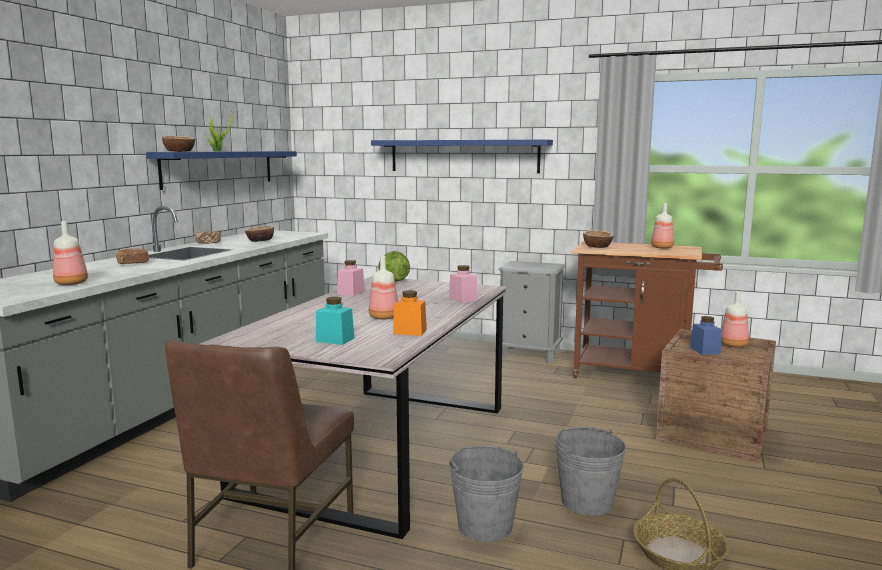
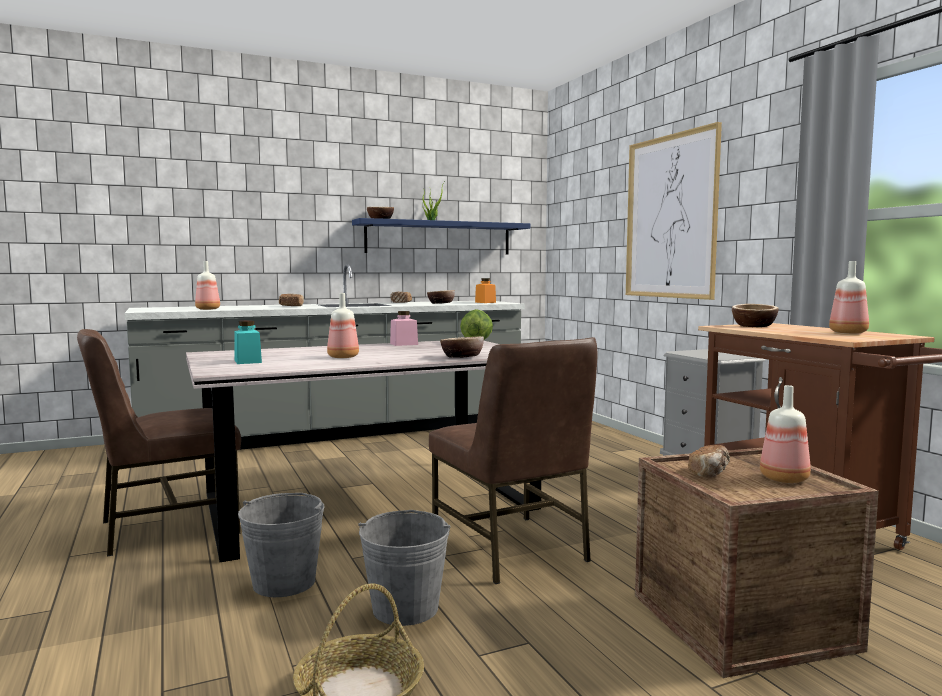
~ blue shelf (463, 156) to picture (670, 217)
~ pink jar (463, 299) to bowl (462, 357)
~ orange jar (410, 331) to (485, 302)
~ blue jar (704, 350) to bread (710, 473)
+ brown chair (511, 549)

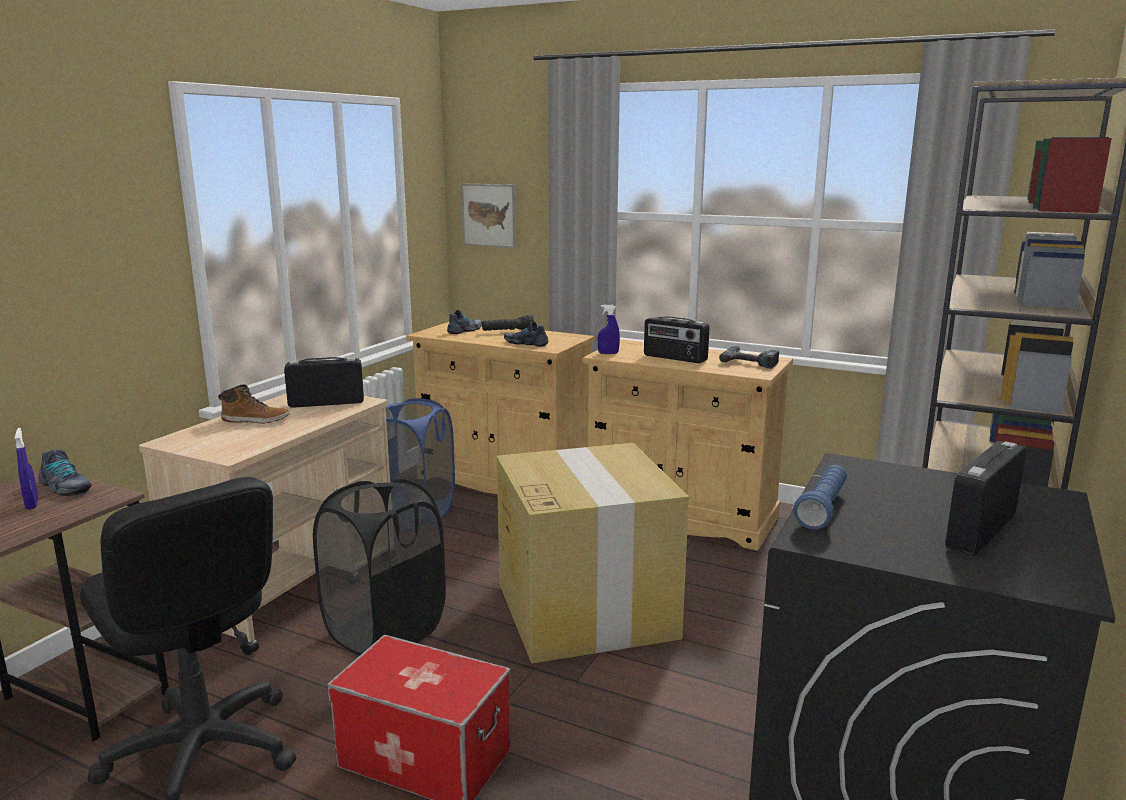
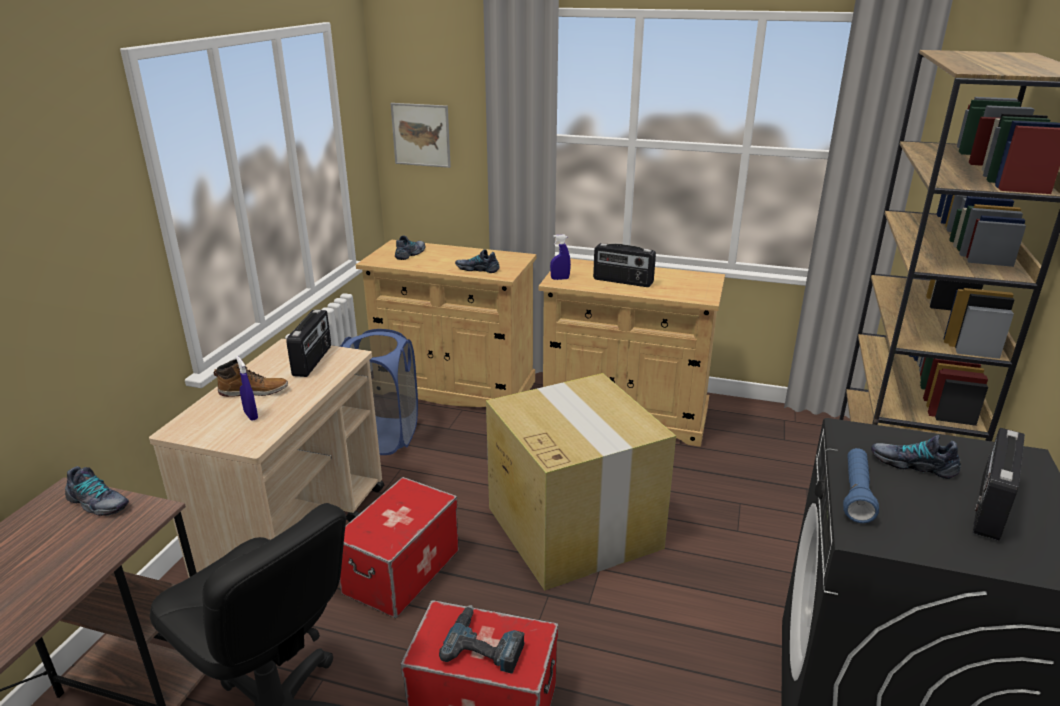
- black flashlight (508, 332)
~ power drill (750, 361) to (485, 645)
~ radio (326, 403) = (313, 361) 120 degrees clockwise
~ blue spray bottle (32, 504) to (251, 415)
~ black laundry basket (385, 630) to storage box (401, 571)
+ shoe (912, 464)

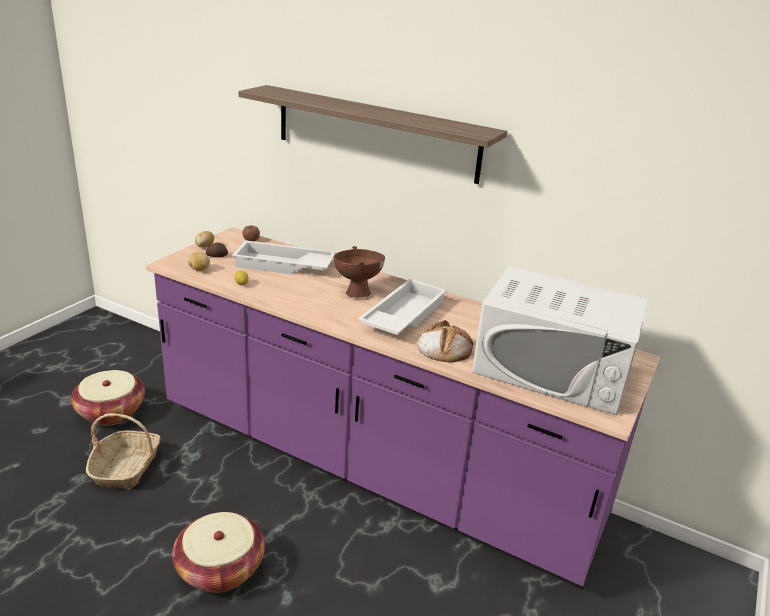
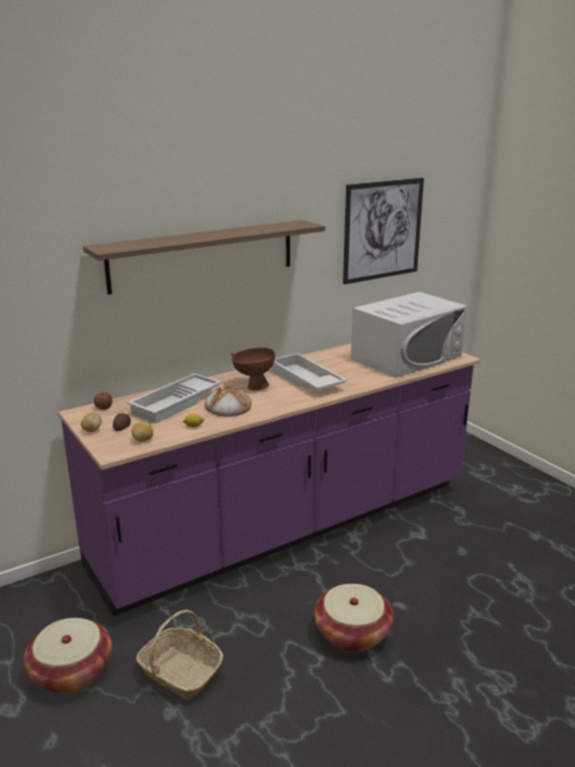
~ bread (444, 347) to (227, 407)
+ picture (383, 230)

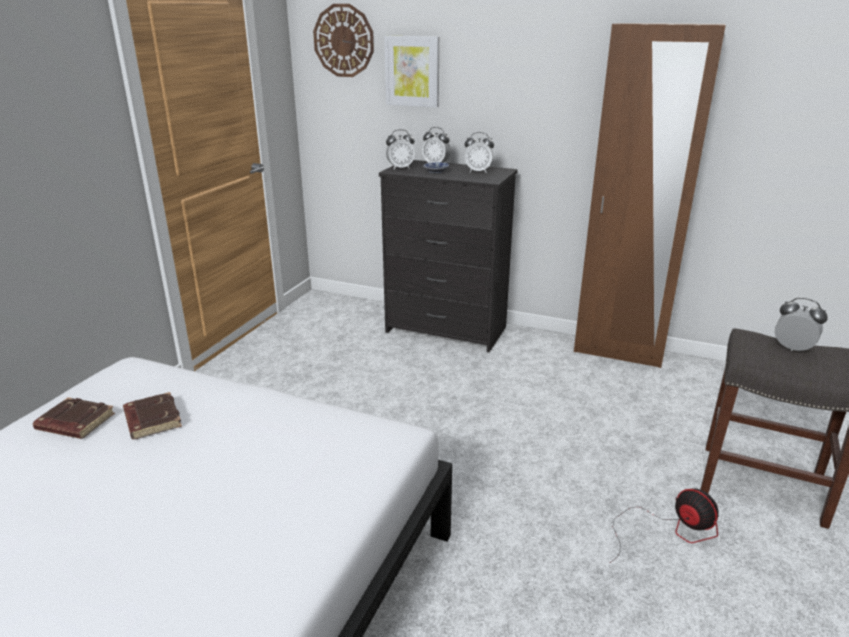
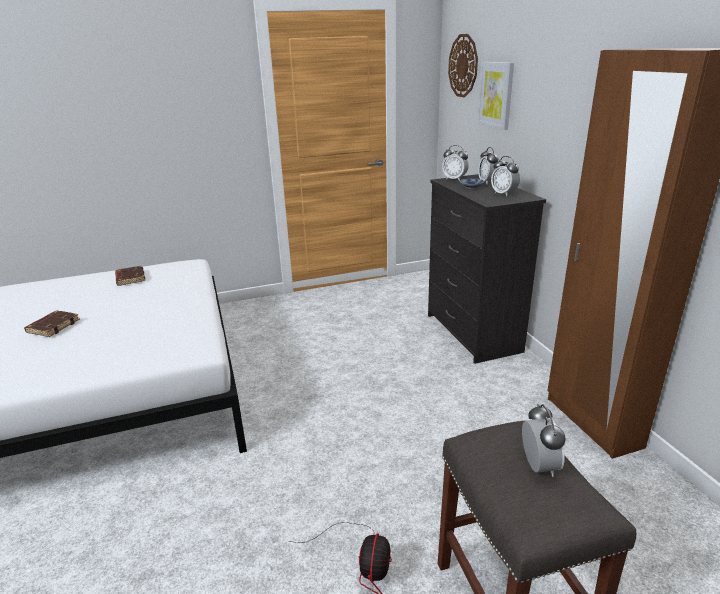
~ brown book (152, 420) to (53, 326)

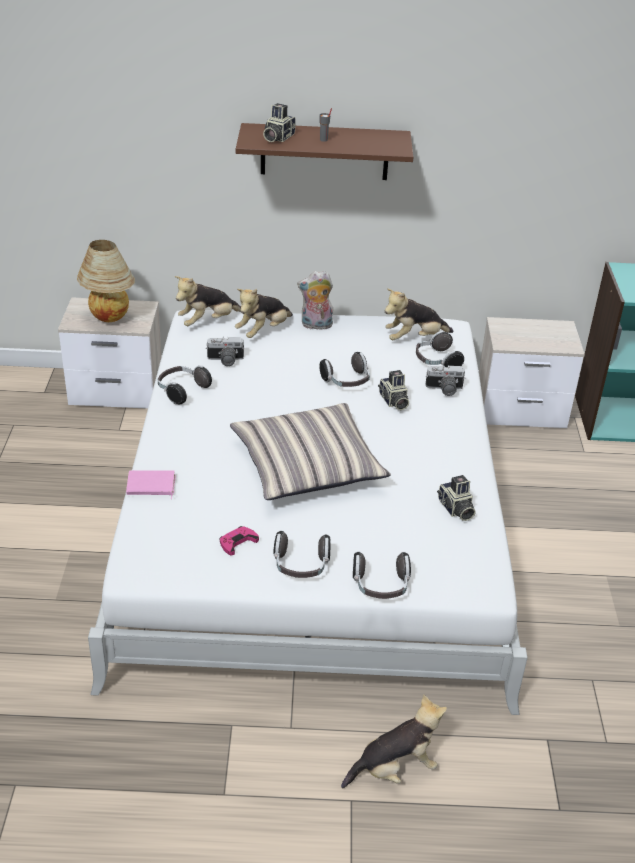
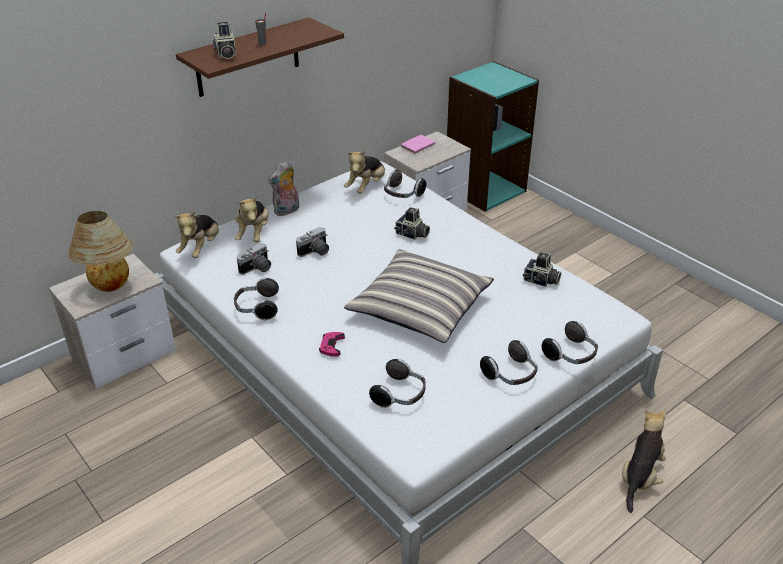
~ headphones (346, 382) to (400, 395)
~ photo camera (444, 390) to (315, 252)
~ pink book (151, 486) to (418, 146)
~ pink game controller (237, 542) to (331, 346)

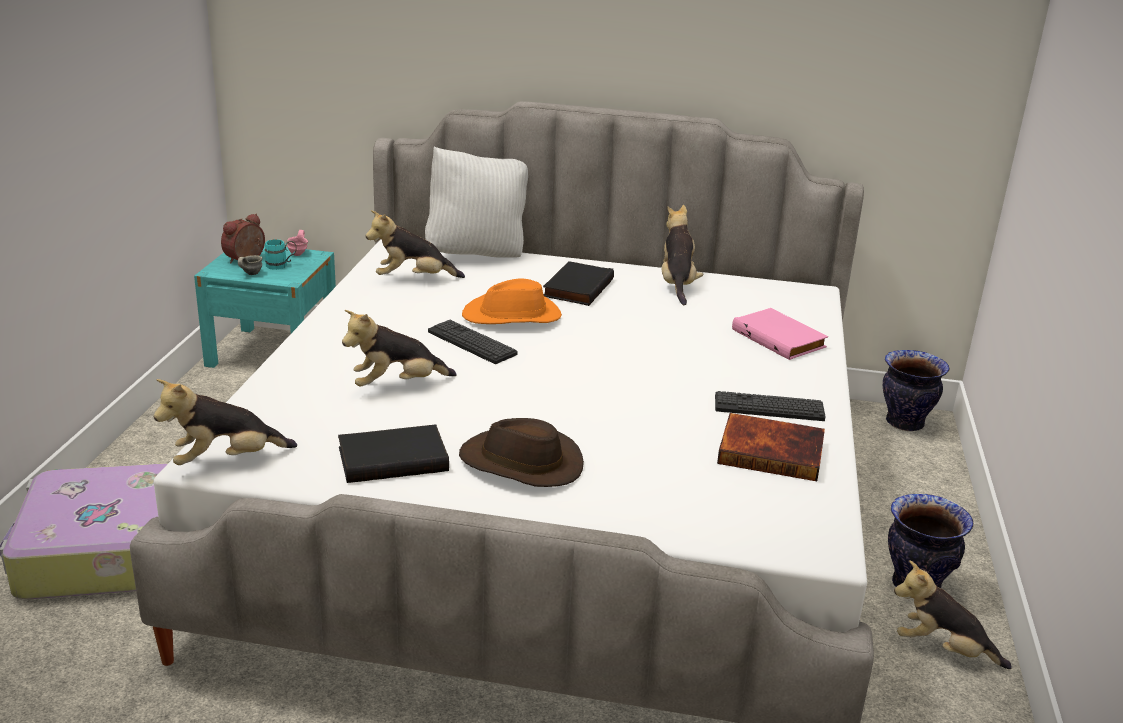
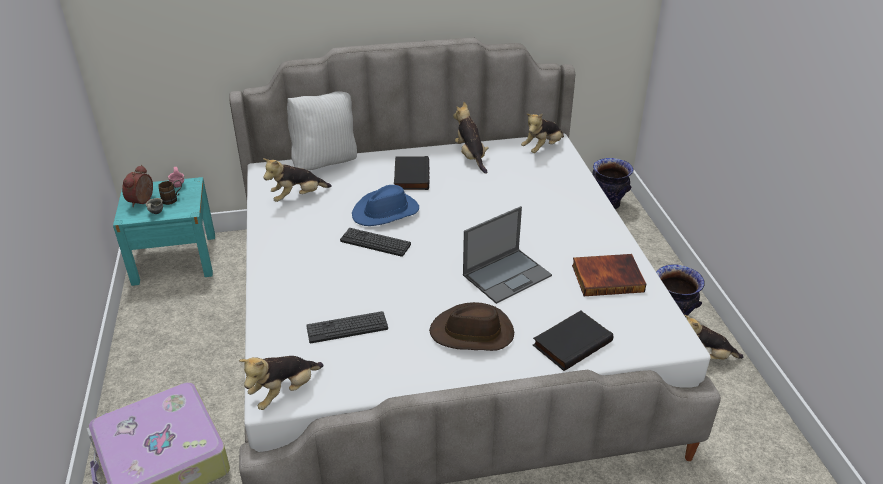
~ turquoise mug (281, 265) to brown mug (173, 199)
~ orange hat (512, 316) to blue hat (386, 212)
- pink book (780, 338)
~ plush toy (397, 385) to (542, 148)
~ keyboard (769, 408) to (347, 328)
~ black book (393, 458) to (571, 342)
+ laptop (507, 275)

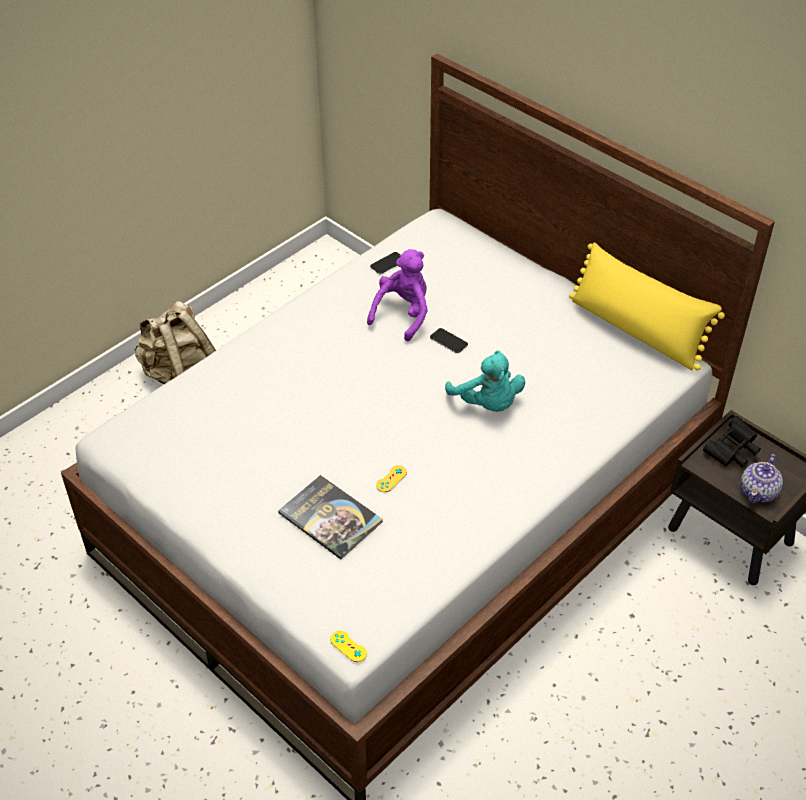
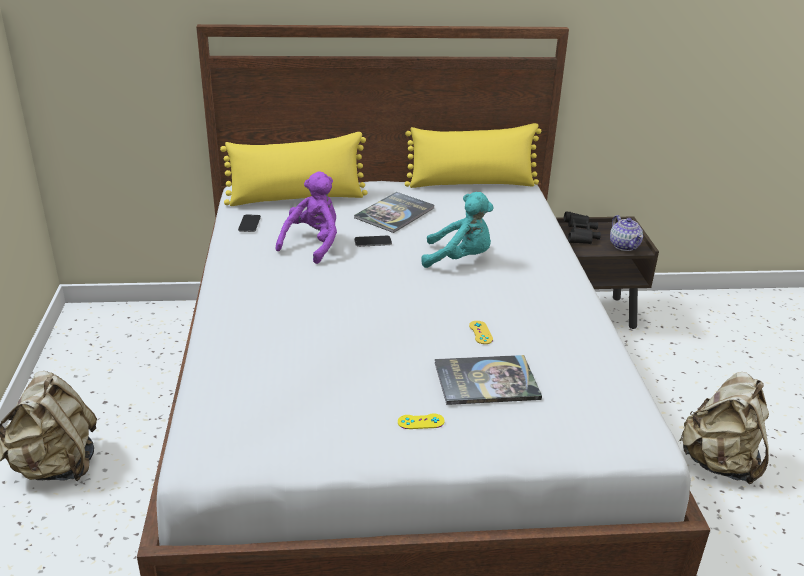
~ purple plush toy (403, 314) = (313, 244) 45 degrees clockwise
~ yellow game controller (348, 646) to (421, 422)
+ yellow pillow (297, 198)
+ book (395, 213)
+ beige backpack (719, 463)

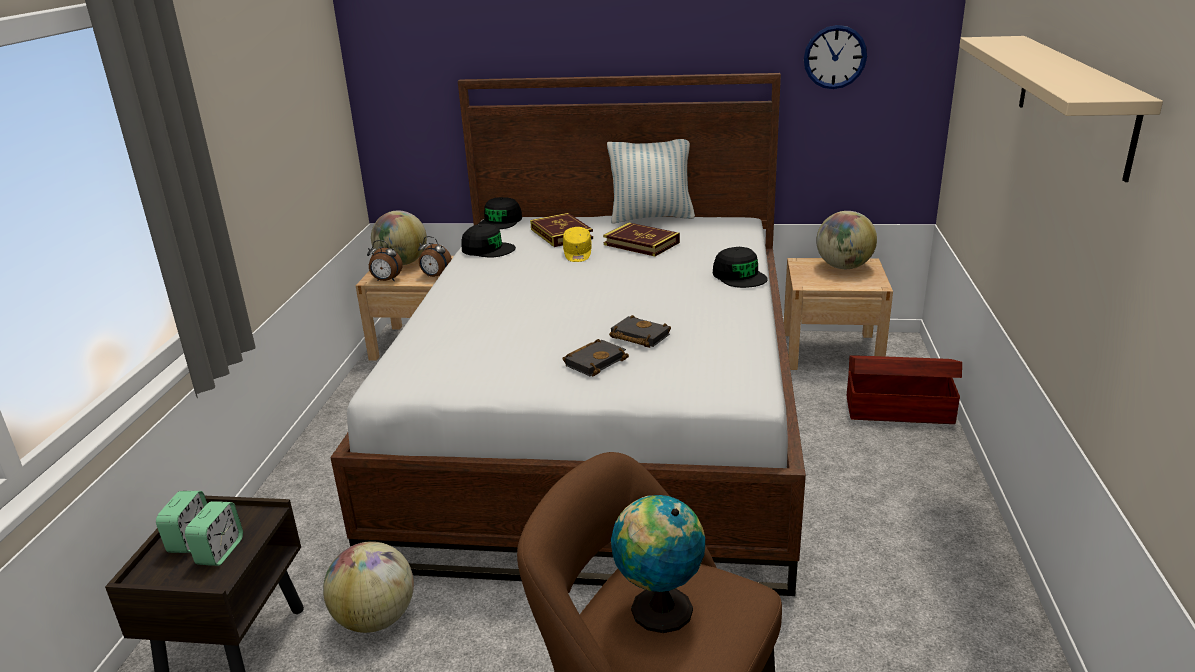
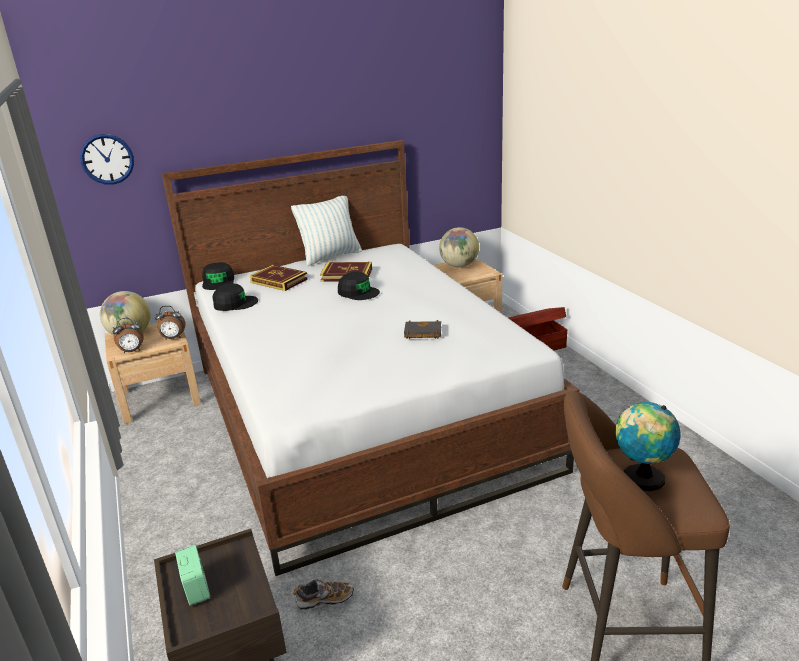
~ wall clock (835, 57) to (107, 159)
- beige shelf (1073, 100)
- yellow cap (577, 254)
~ black cap (739, 276) to (358, 292)
- black book (595, 361)
- alarm clock (220, 552)
~ globe (375, 619) to shoe (325, 600)

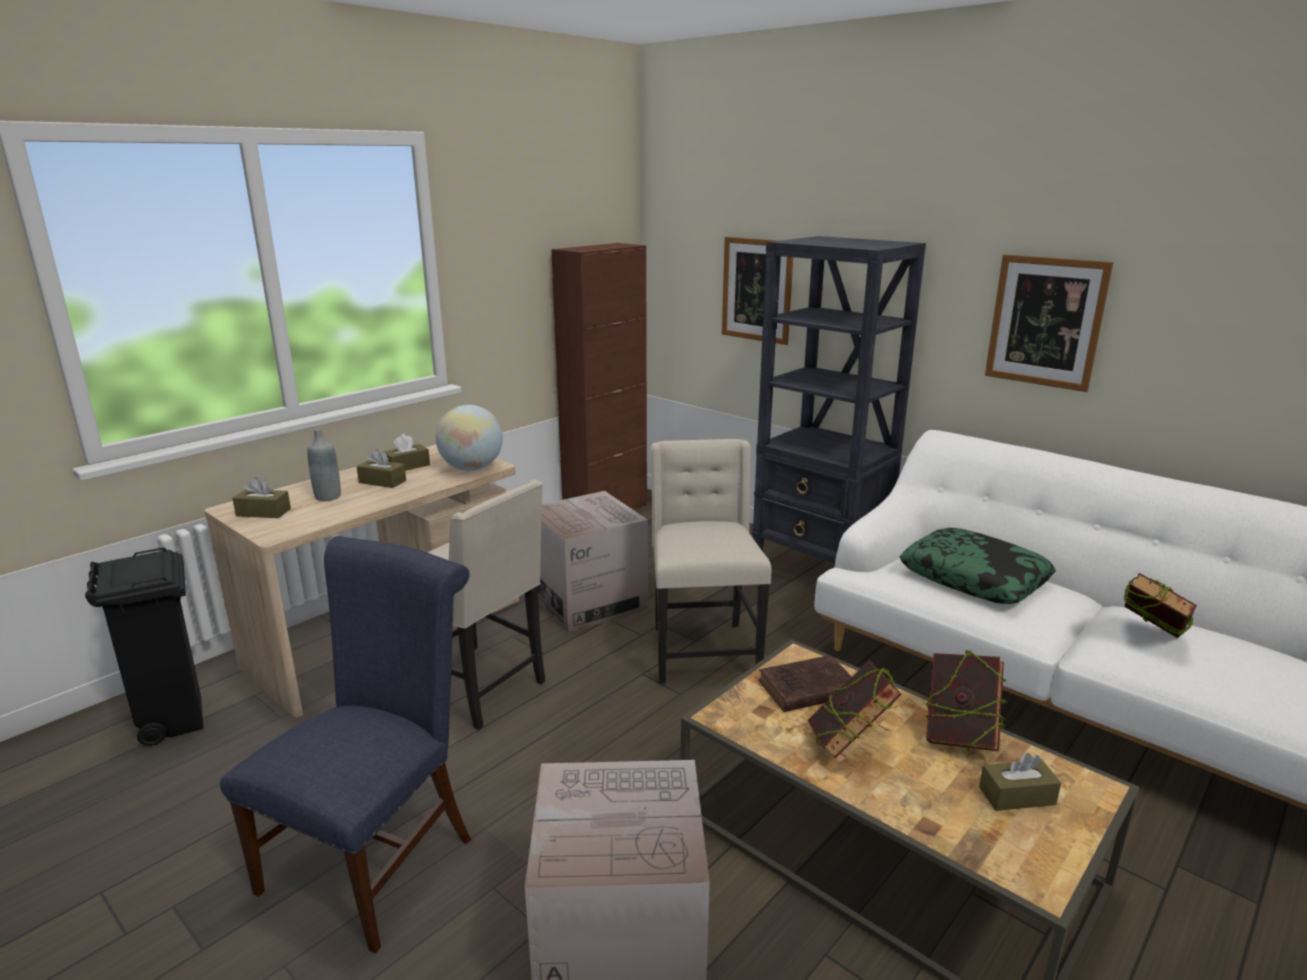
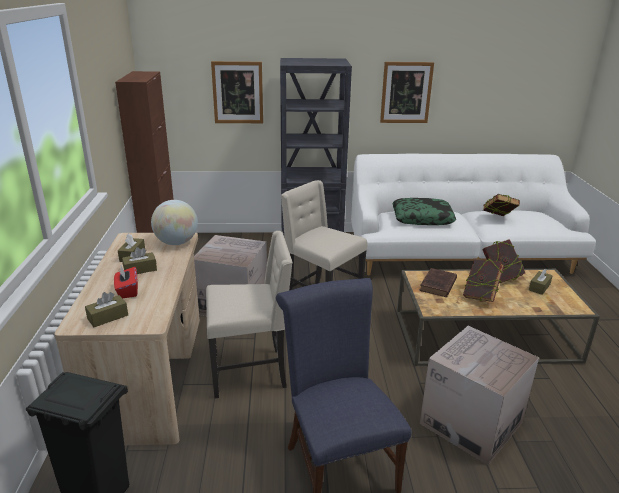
~ grey bottle (328, 497) to red tissue box (127, 291)

